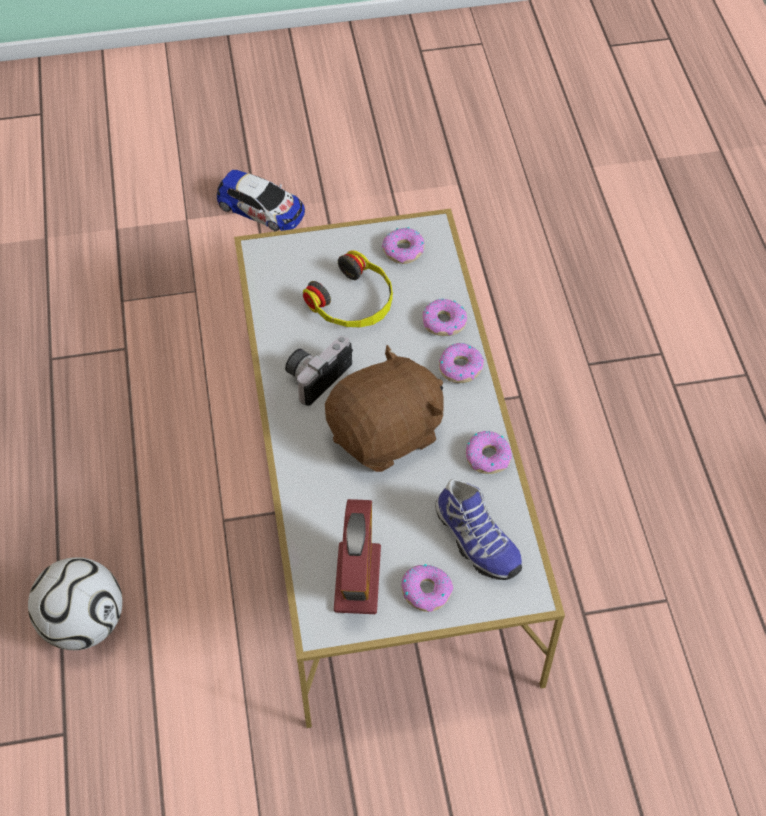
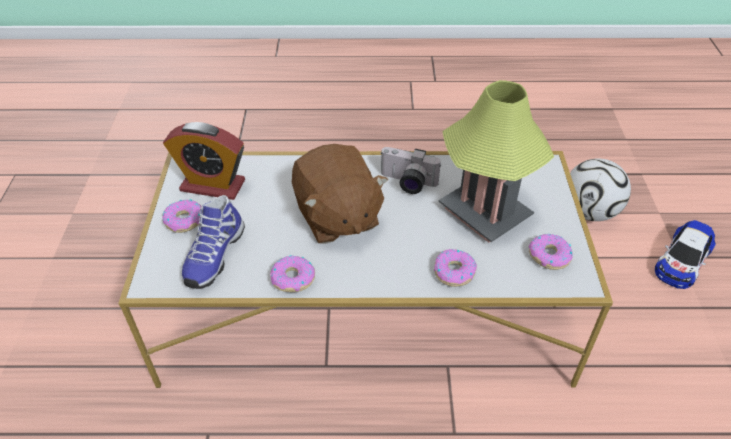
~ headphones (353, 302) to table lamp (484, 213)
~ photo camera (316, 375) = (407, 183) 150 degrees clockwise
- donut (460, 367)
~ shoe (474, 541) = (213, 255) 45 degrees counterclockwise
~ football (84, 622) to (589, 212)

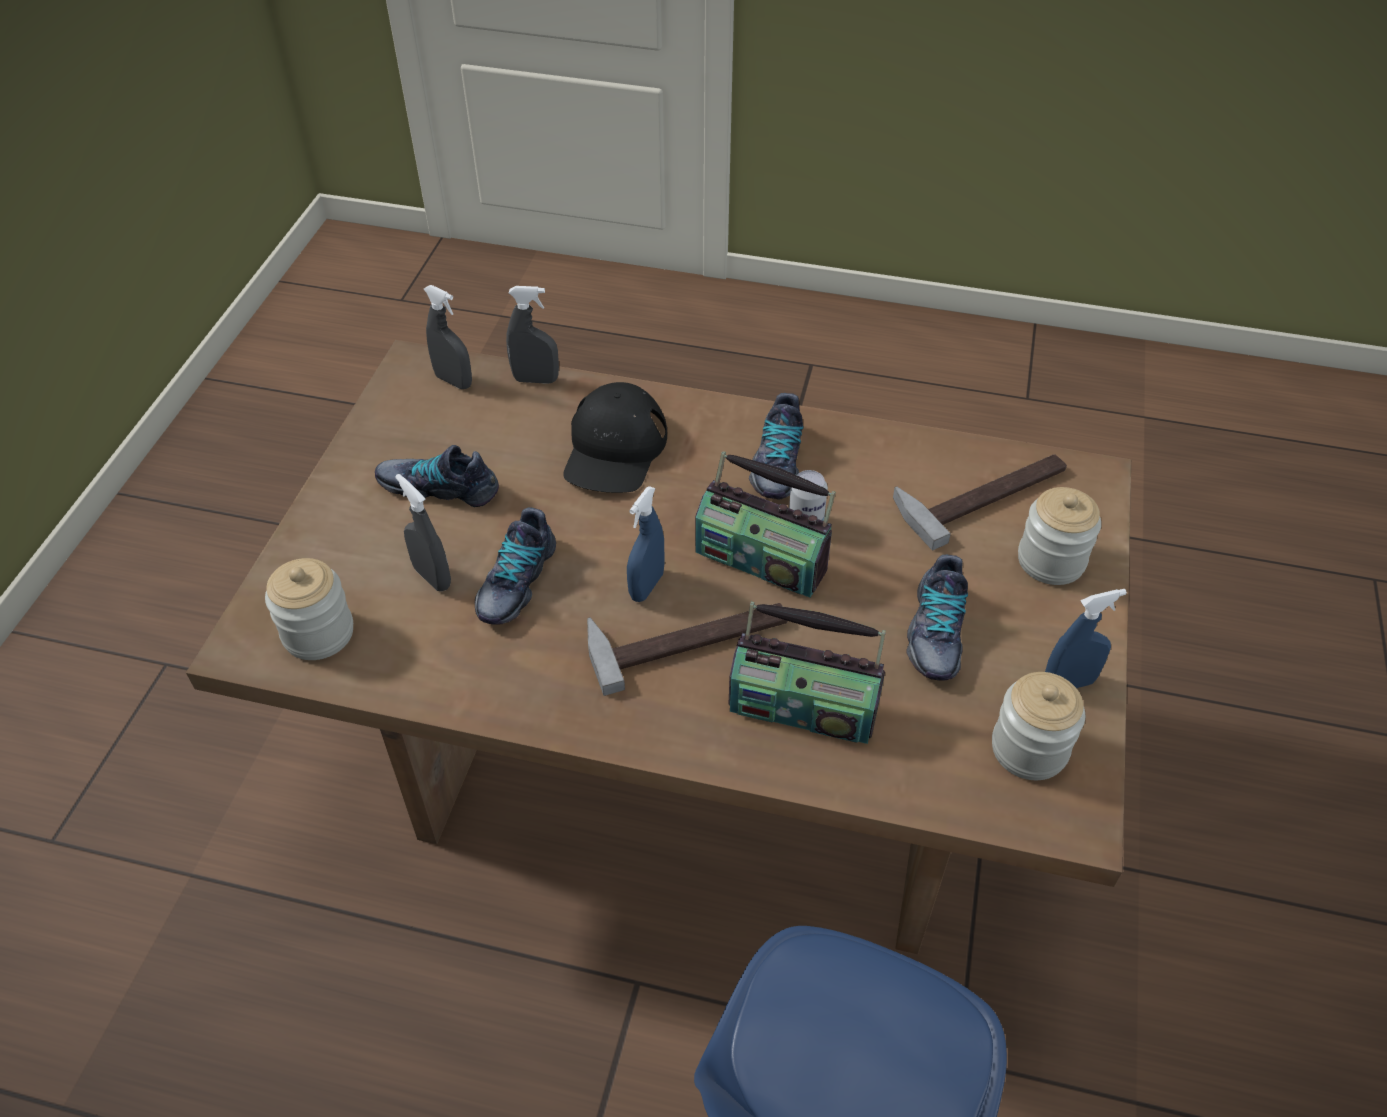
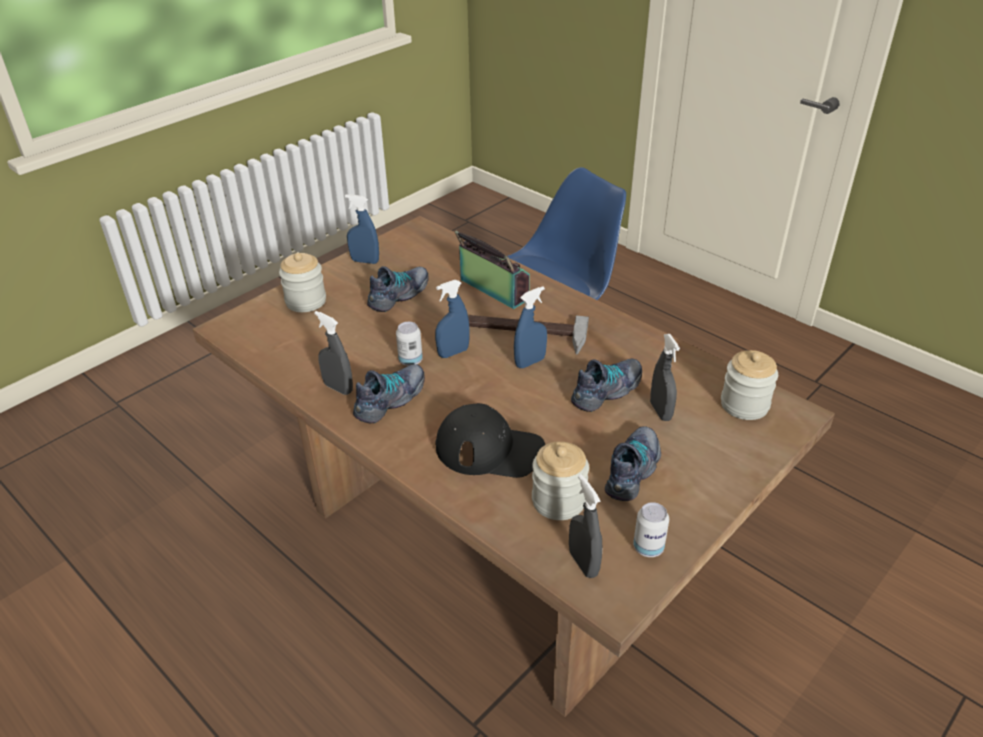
~ grey spray bottle (536, 379) to (338, 388)
~ black cap (614, 449) = (490, 449) 60 degrees clockwise
~ shoe (439, 487) = (633, 470) 105 degrees counterclockwise
~ radio (762, 559) to blue spray bottle (453, 352)
- hammer (982, 492)
~ jar (1029, 749) to (558, 501)
+ can (648, 548)

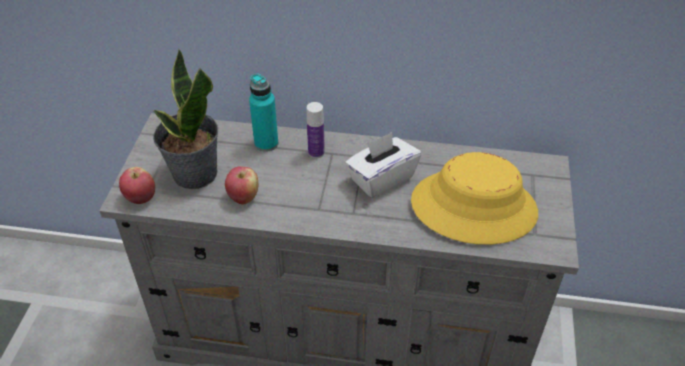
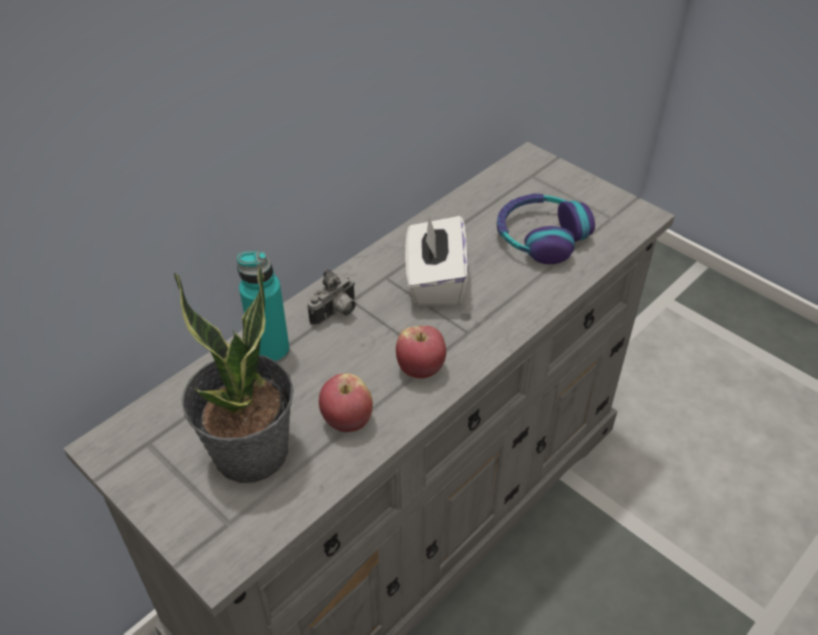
~ bottle (316, 152) to photo camera (336, 313)
~ yellow hat (474, 207) to headphones (540, 237)
~ apple (141, 198) to (421, 369)

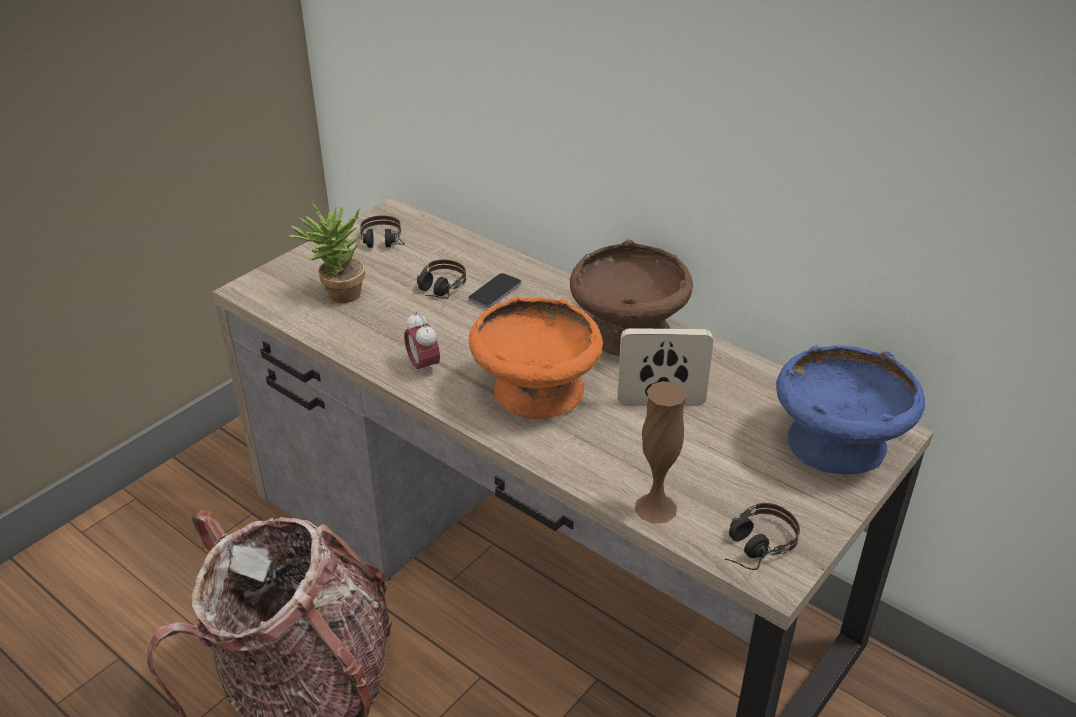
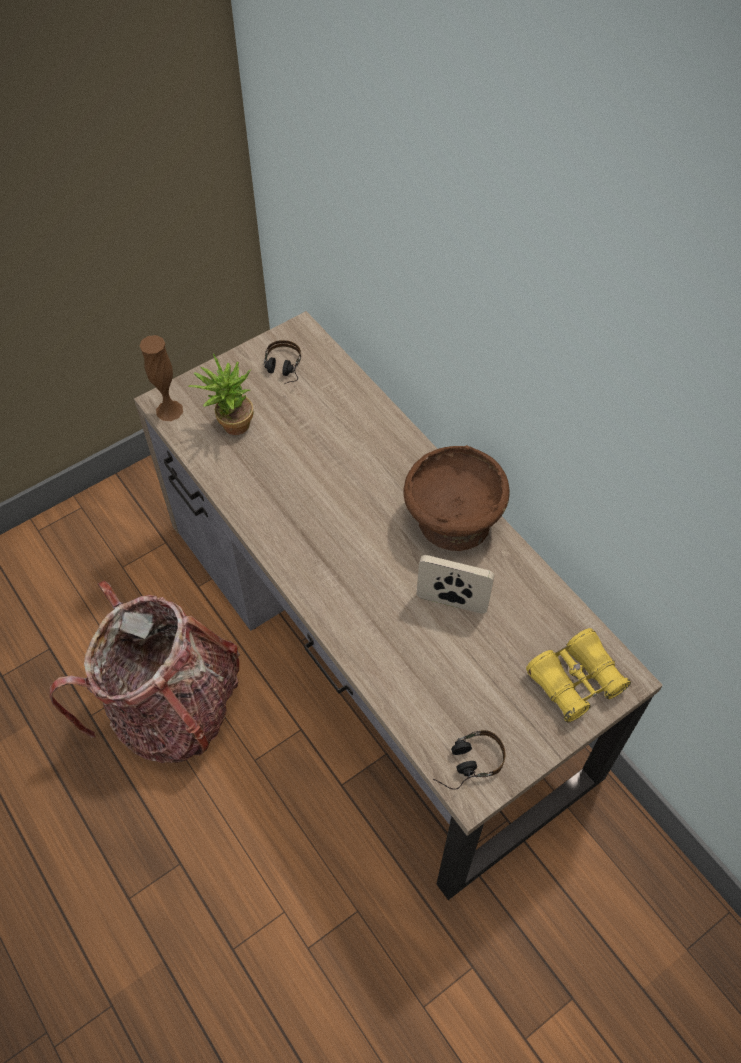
- headphones (437, 292)
- phone (495, 292)
- orange bowl (535, 392)
- alarm clock (423, 367)
~ blue bowl (837, 446) to yellow binoculars (575, 681)
~ brown vase (655, 508) to (169, 410)

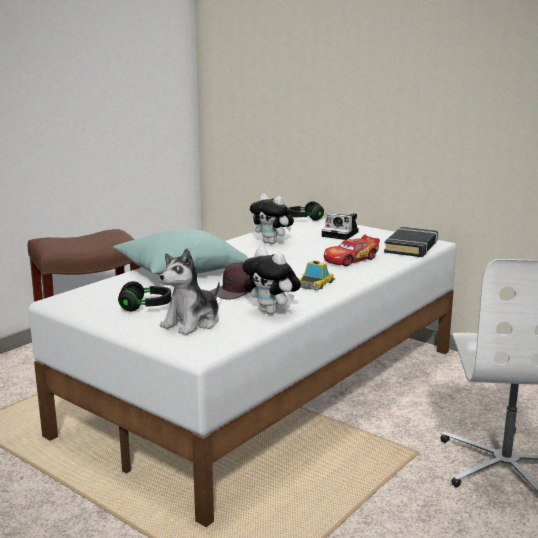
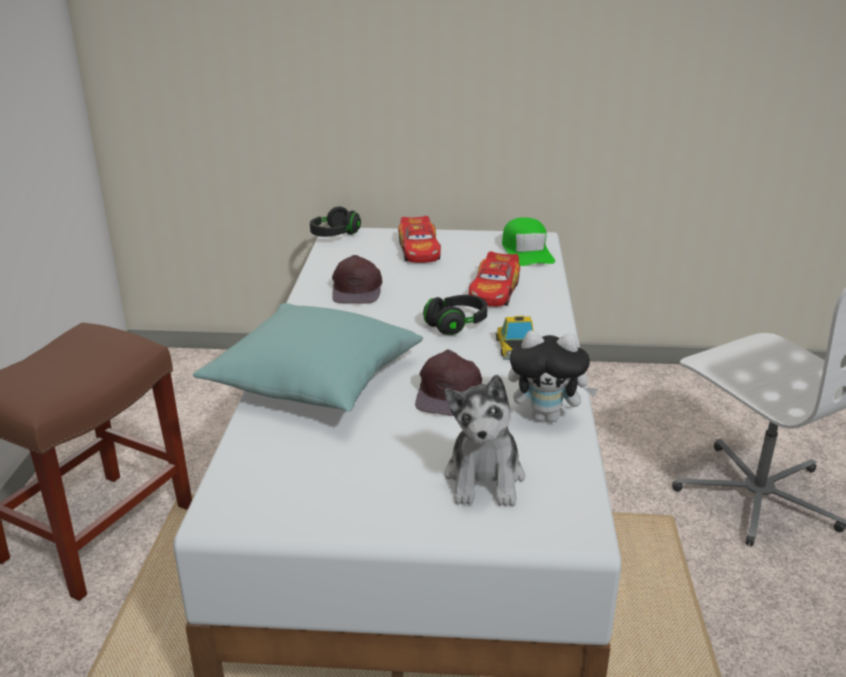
~ plush toy (272, 243) to brown cap (358, 289)
~ photo camera (341, 234) to toy car (419, 251)
~ black book (411, 247) to green cap (526, 251)
~ black headphones (146, 307) to (456, 325)

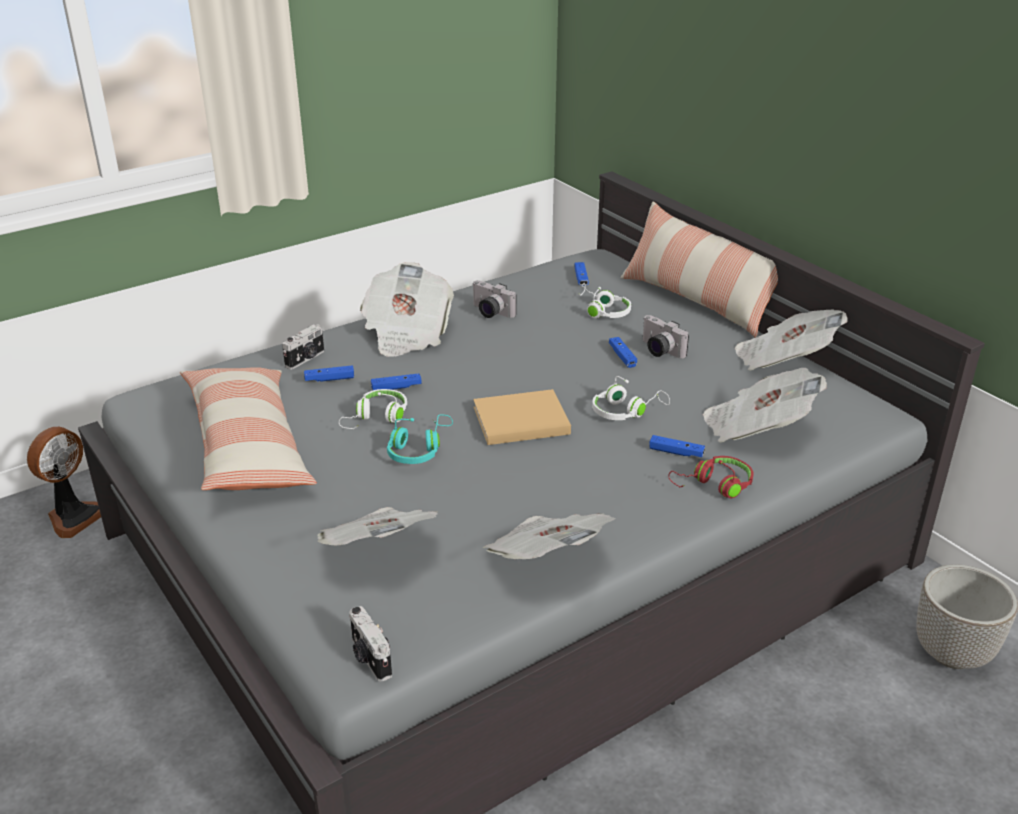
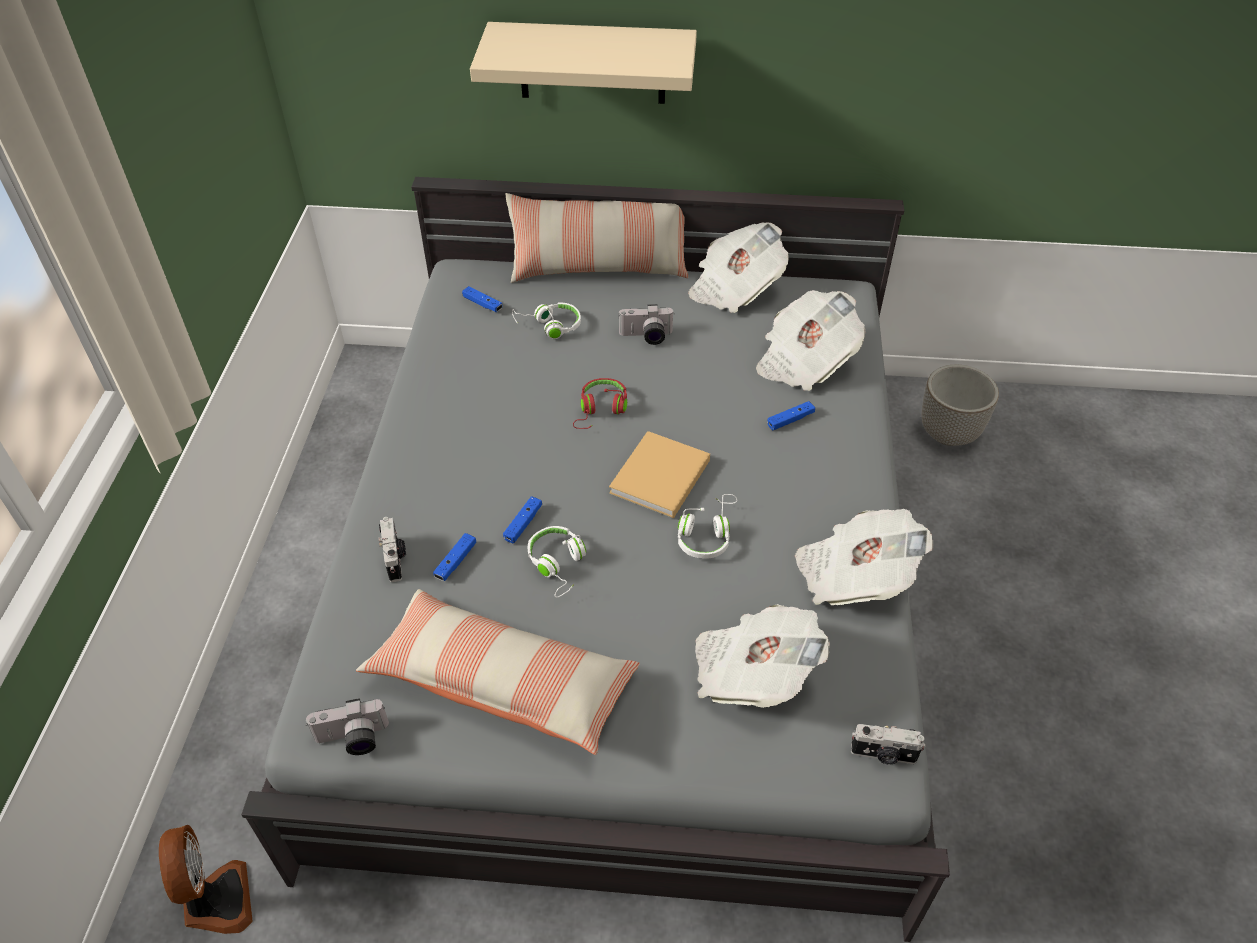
- newspaper (406, 333)
~ photo camera (489, 312) to (352, 740)
- blue game controller (622, 356)
~ white headphones (626, 411) to (706, 534)
- turquoise headphones (418, 449)
~ red headphones (714, 485) to (600, 410)
+ beige shelf (592, 63)

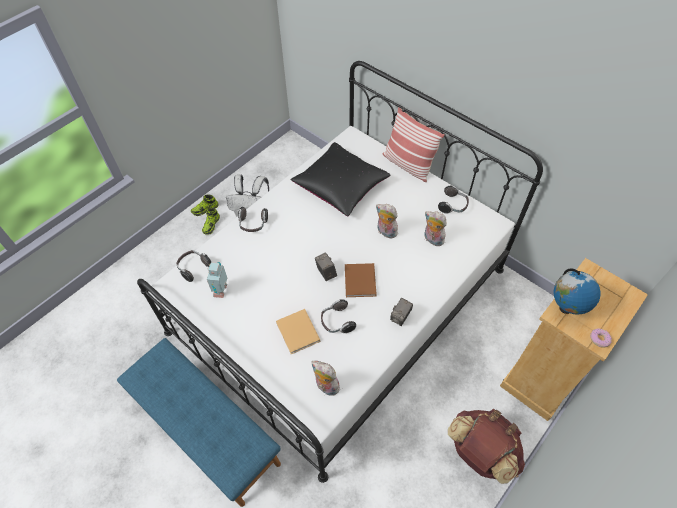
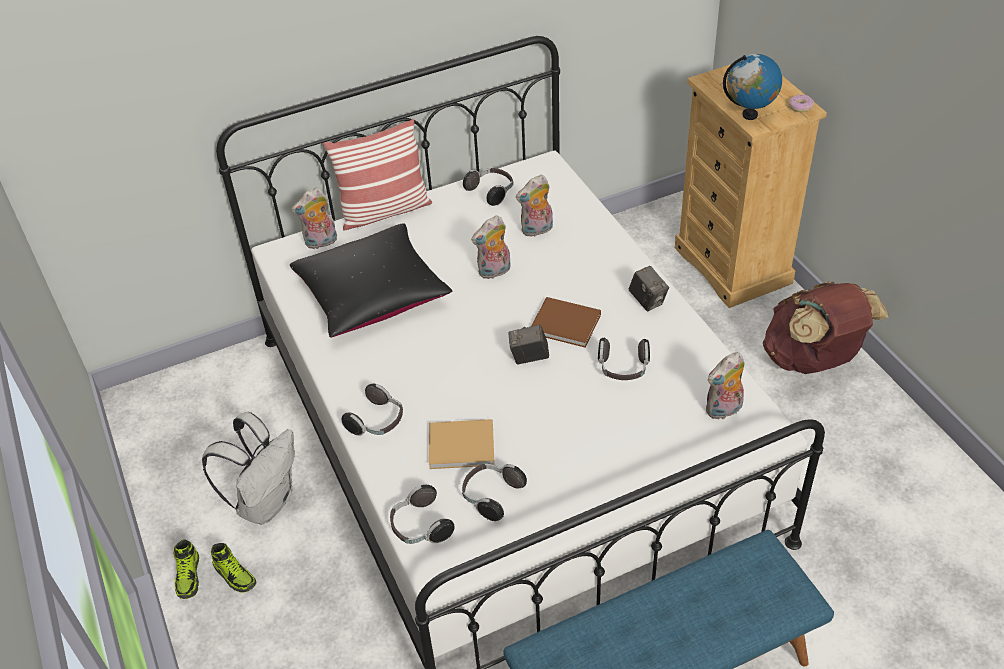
~ toy robot (222, 290) to headphones (491, 496)
~ beige book (298, 333) to (464, 446)
+ plush toy (321, 243)

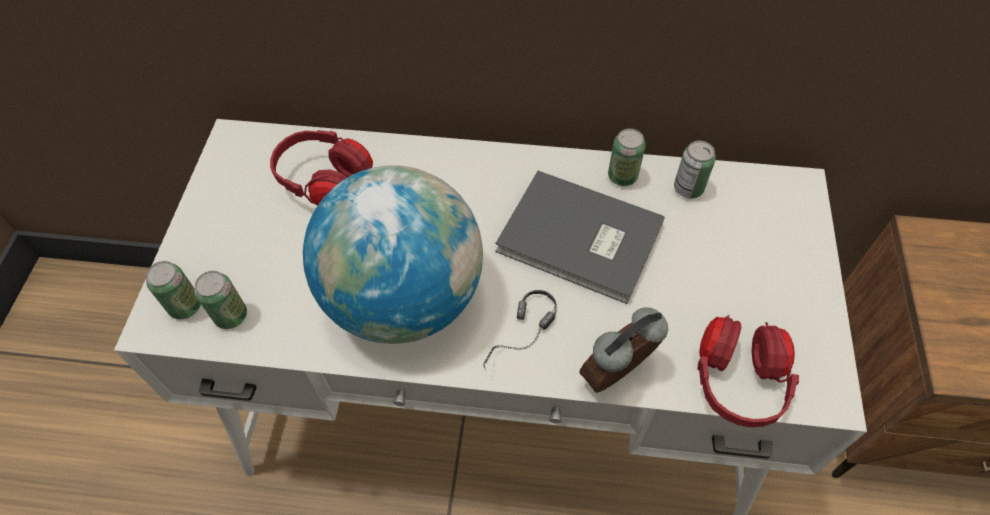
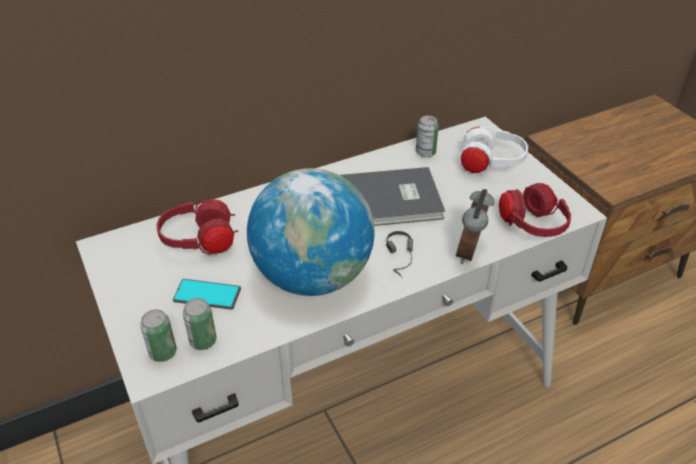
- can (622, 176)
+ white headphones (489, 165)
+ phone (207, 295)

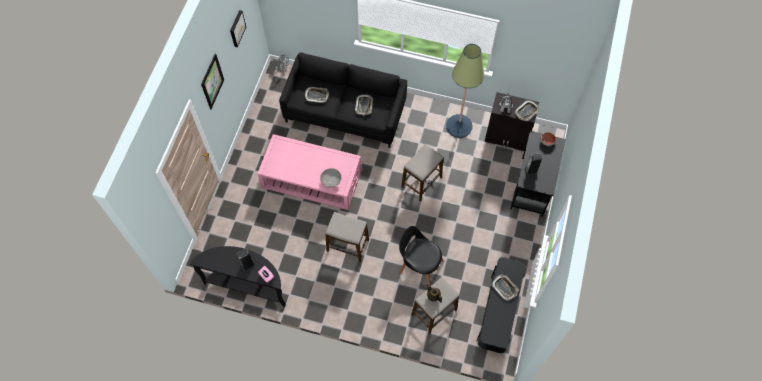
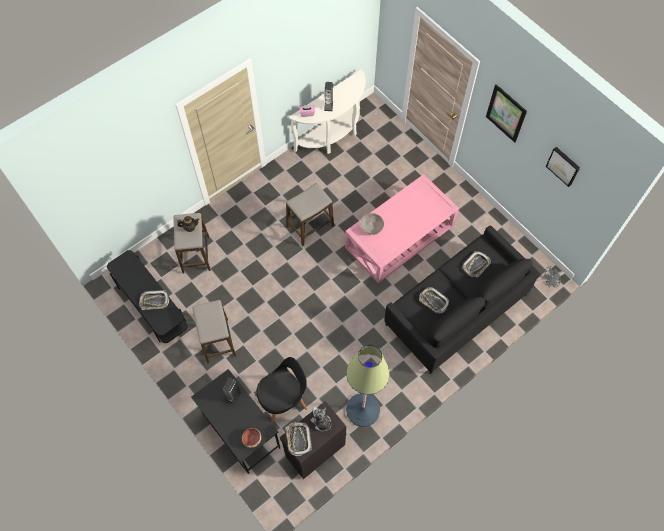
~ stool (421, 182) to (217, 341)
~ black chair (419, 265) to (283, 400)
~ black console table (248, 284) to white console table (333, 135)

